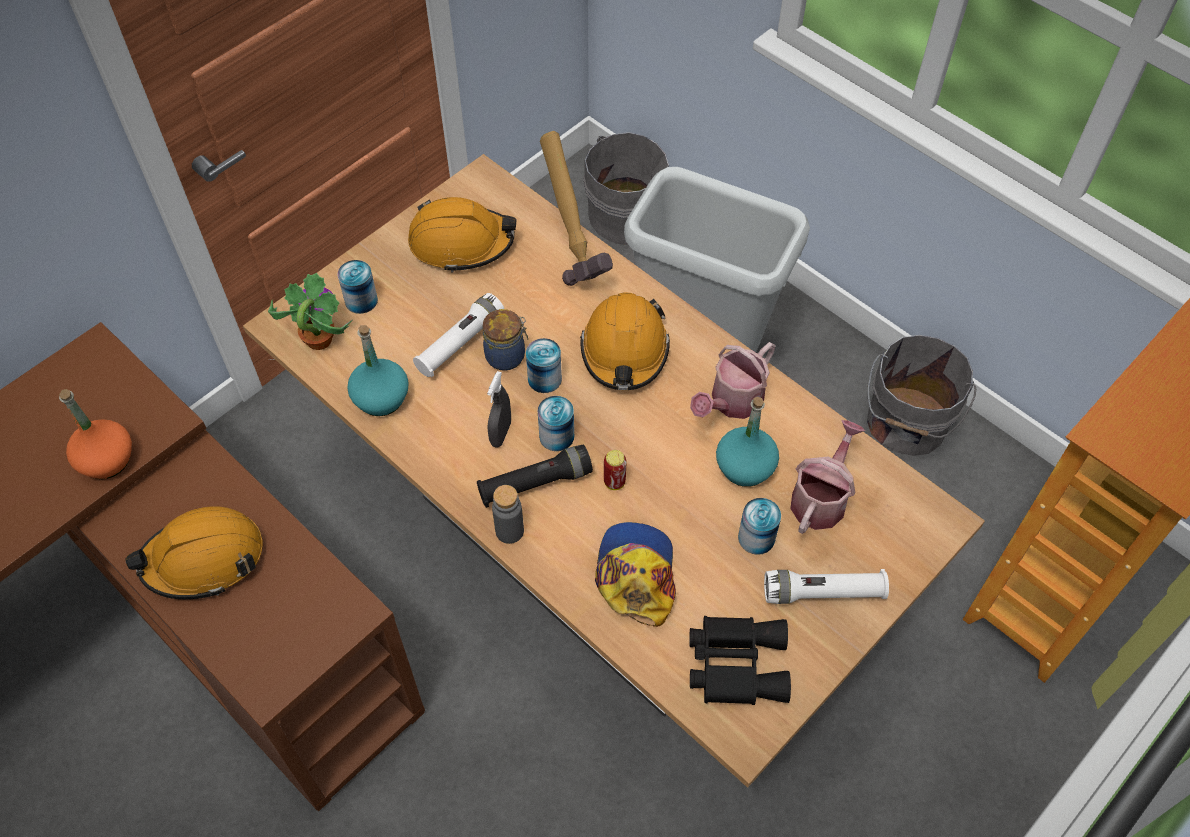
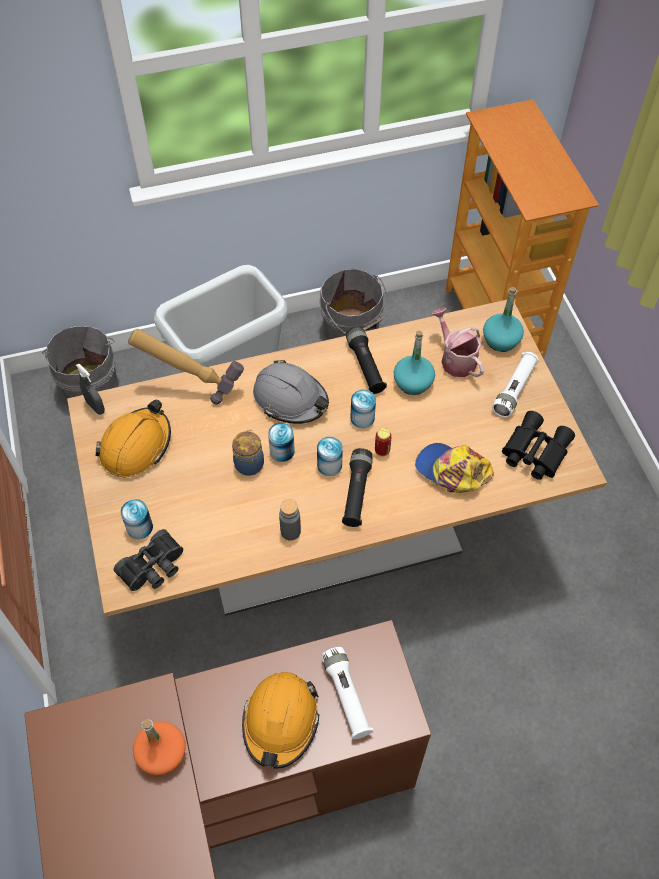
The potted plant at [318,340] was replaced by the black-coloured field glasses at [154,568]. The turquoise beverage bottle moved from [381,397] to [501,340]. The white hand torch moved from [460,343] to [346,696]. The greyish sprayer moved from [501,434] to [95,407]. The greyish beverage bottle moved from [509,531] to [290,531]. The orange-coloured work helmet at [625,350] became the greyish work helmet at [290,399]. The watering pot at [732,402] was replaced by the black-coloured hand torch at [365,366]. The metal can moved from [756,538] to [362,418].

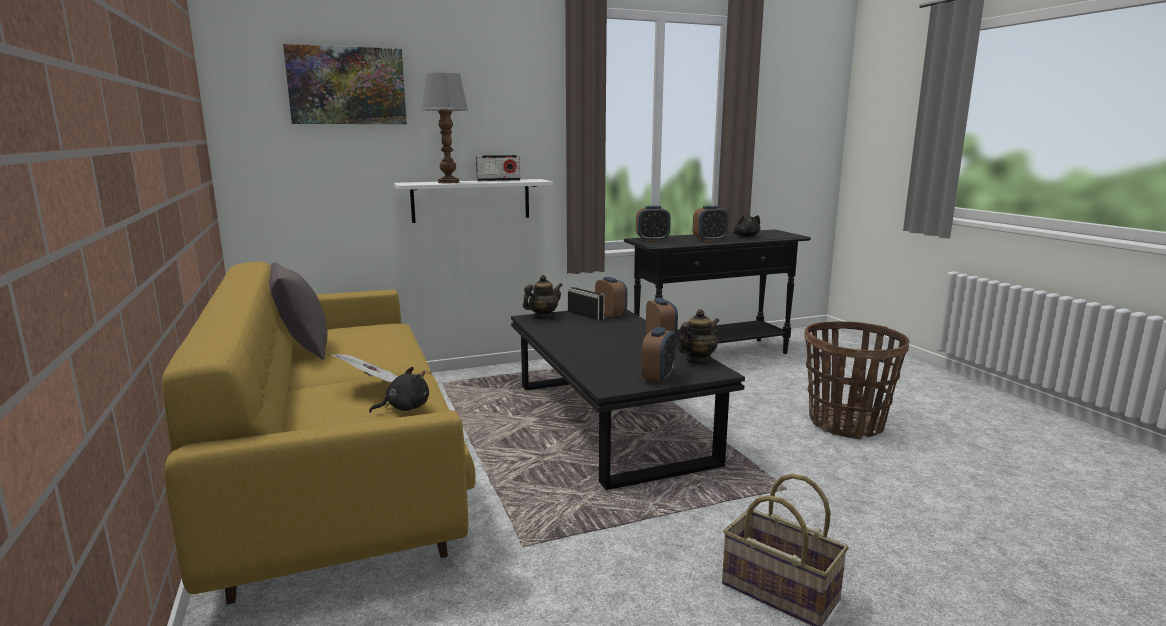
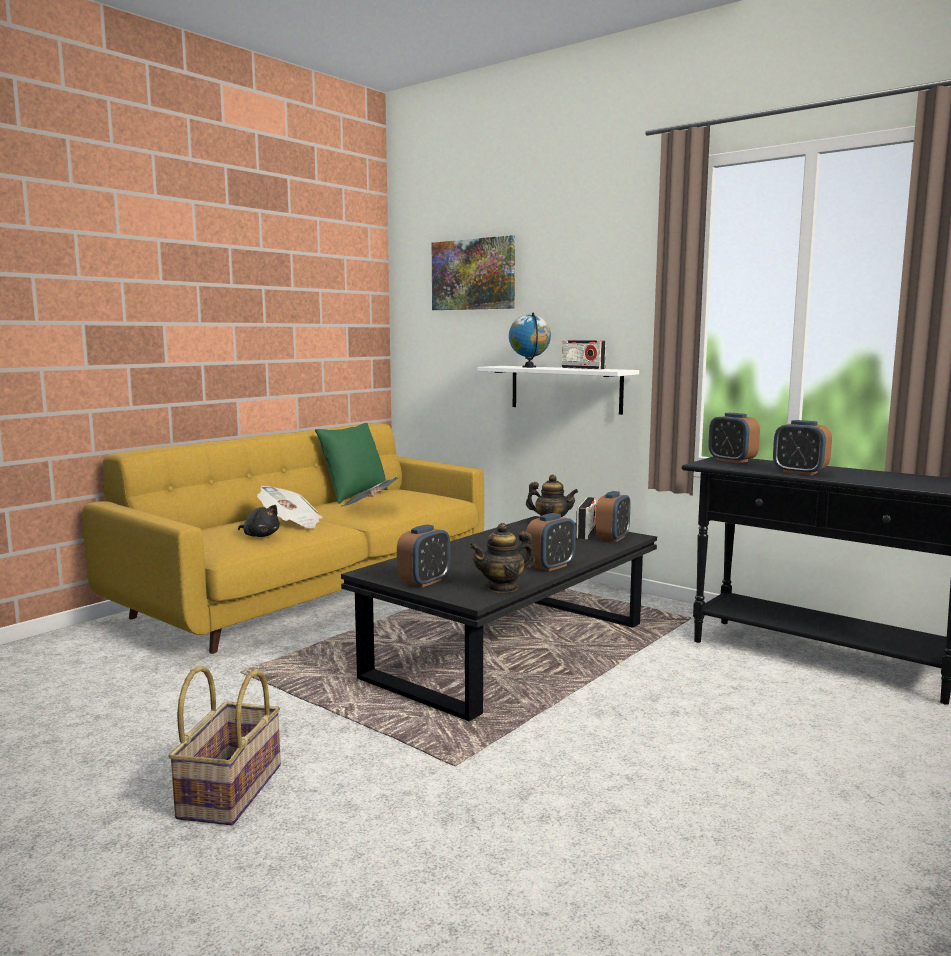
The greyish pillow at [302,349] became the green-coloured pillow at [353,496]. The table lamp at [448,182] was replaced by the desk globe at [529,367]. The bedside clock at [658,377] turned 45 degrees counterclockwise. The pot for tea at [697,360] turned 135 degrees clockwise. The black-coloured soft toy at [746,236] disappeared. The storage basket at [846,424] disappeared. The daily paper at [369,507] appeared.

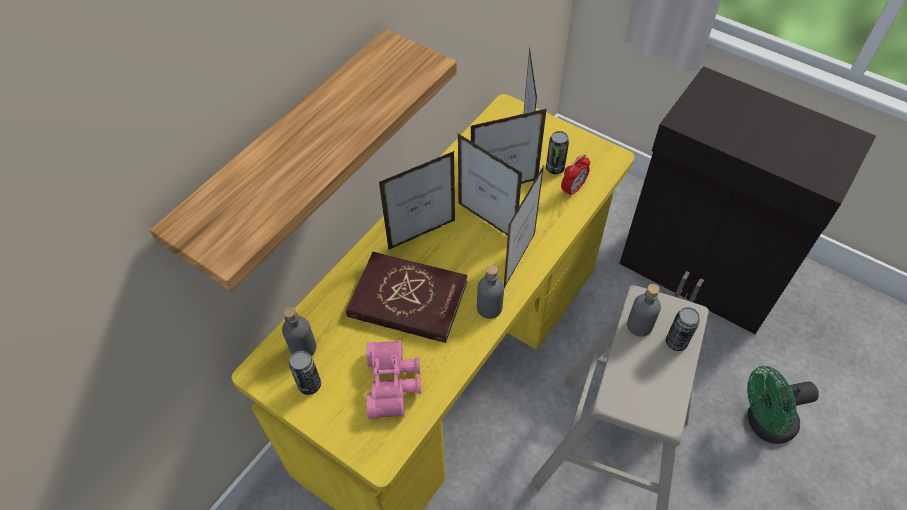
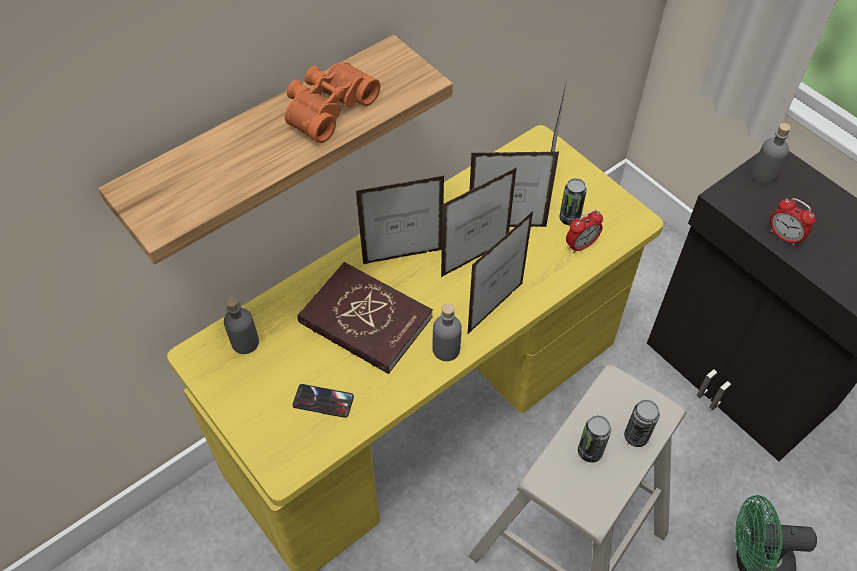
The metal can moved from [309,385] to [590,451]. The pinkish field glasses at [394,383] was replaced by the phone at [323,401]. The picture frame at [486,222] turned 90 degrees counterclockwise. The greyish beverage bottle moved from [639,325] to [763,175]. The orange-coloured field glasses at [327,108] appeared. The bedside clock at [784,236] appeared.

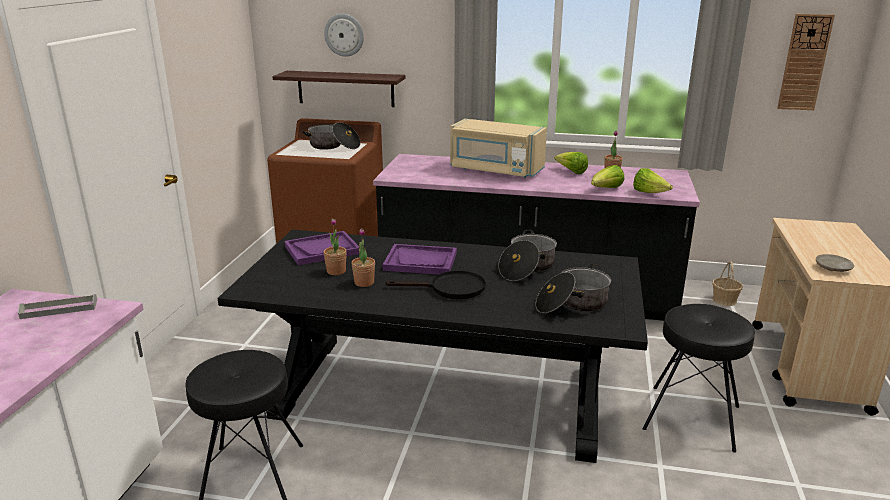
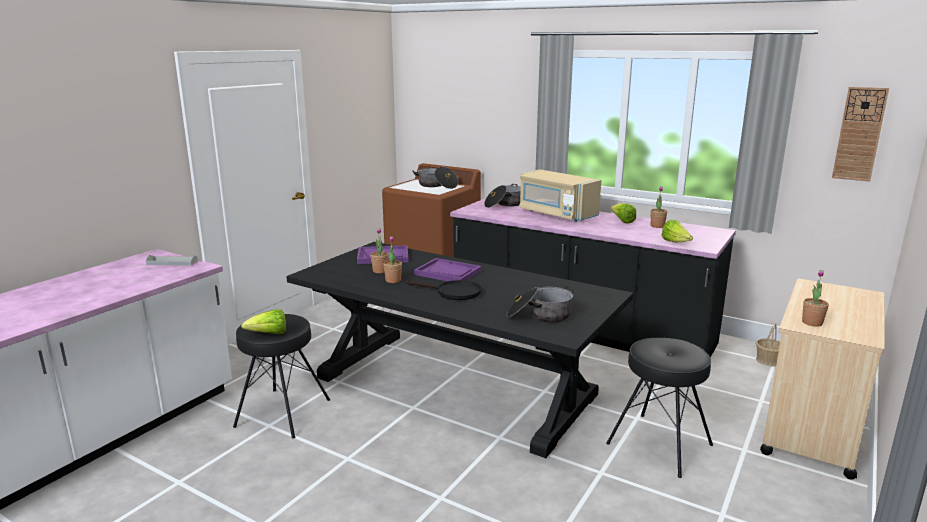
The wall shelf at [345,88] disappeared. The wall clock at [344,35] disappeared. The saucepot moved from [527,268] to [504,204]. The head of lettuce moved from [606,189] to [269,334]. The sand-coloured dinner plate at [833,268] was replaced by the potted plant at [812,323].

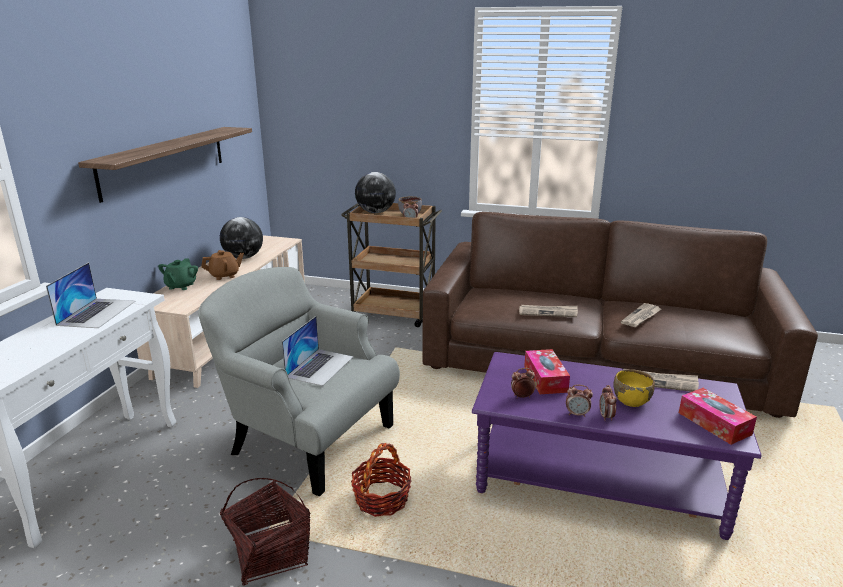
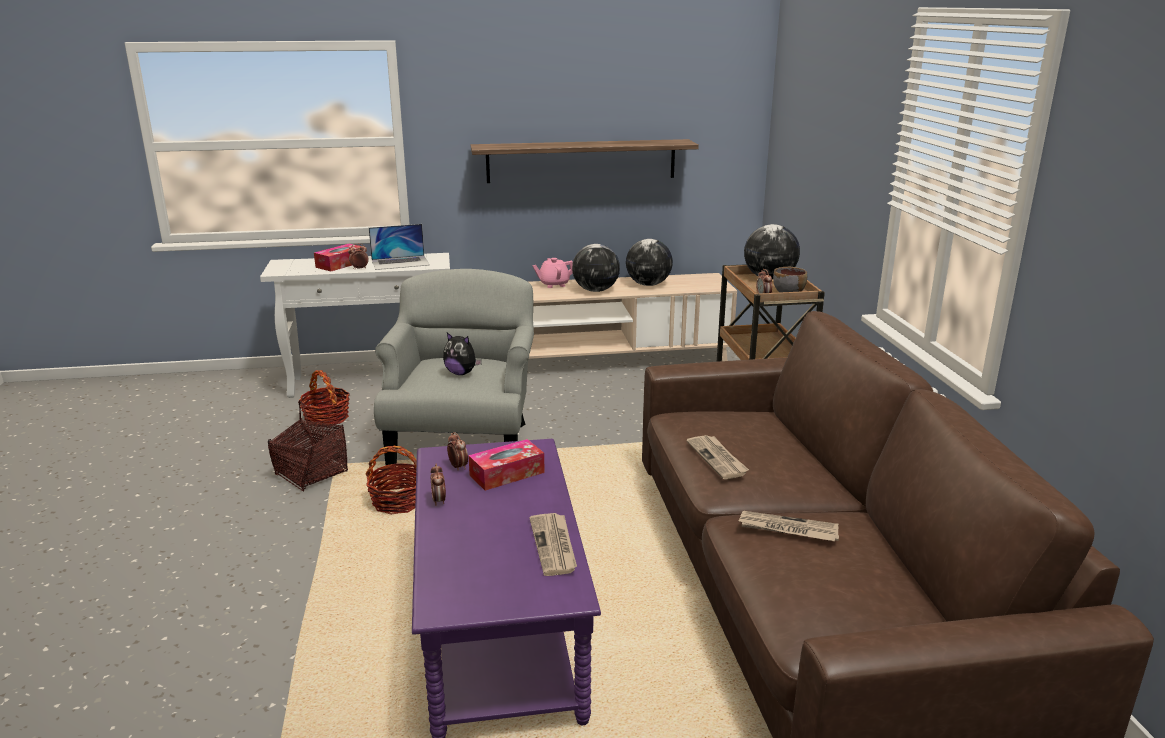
The green-coloured pot for tea at [181,286] became the pinkish pot for tea at [554,284]. The brown pot for tea at [224,275] was replaced by the desk globe at [595,290]. The laptop at [320,366] was replaced by the soft toy at [461,373]. The bedside clock moved from [606,417] to [359,268]. The yellow-coloured deep dish at [631,401] disappeared. The tissue box moved from [714,423] to [340,264]. The storage basket at [326,418] appeared.

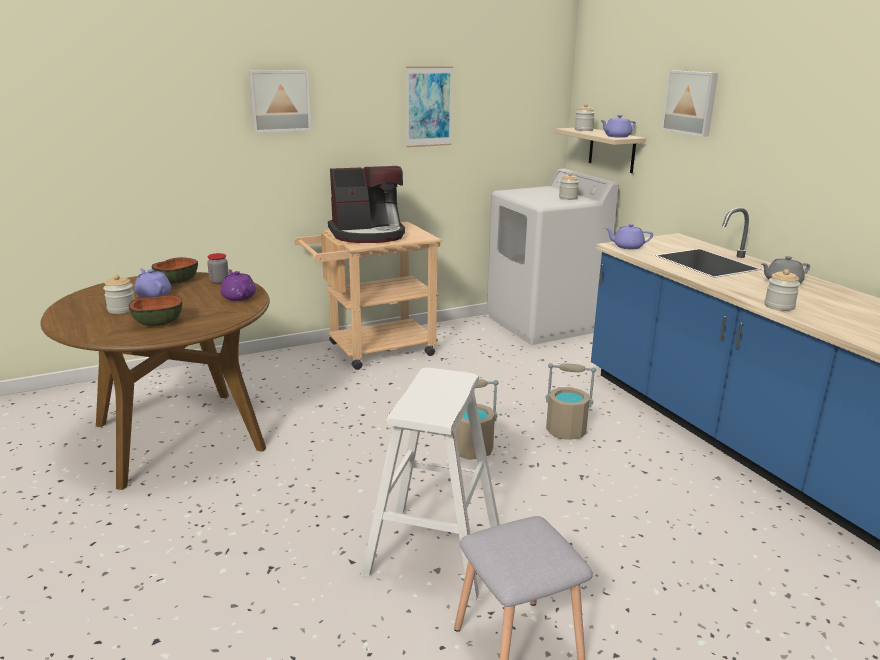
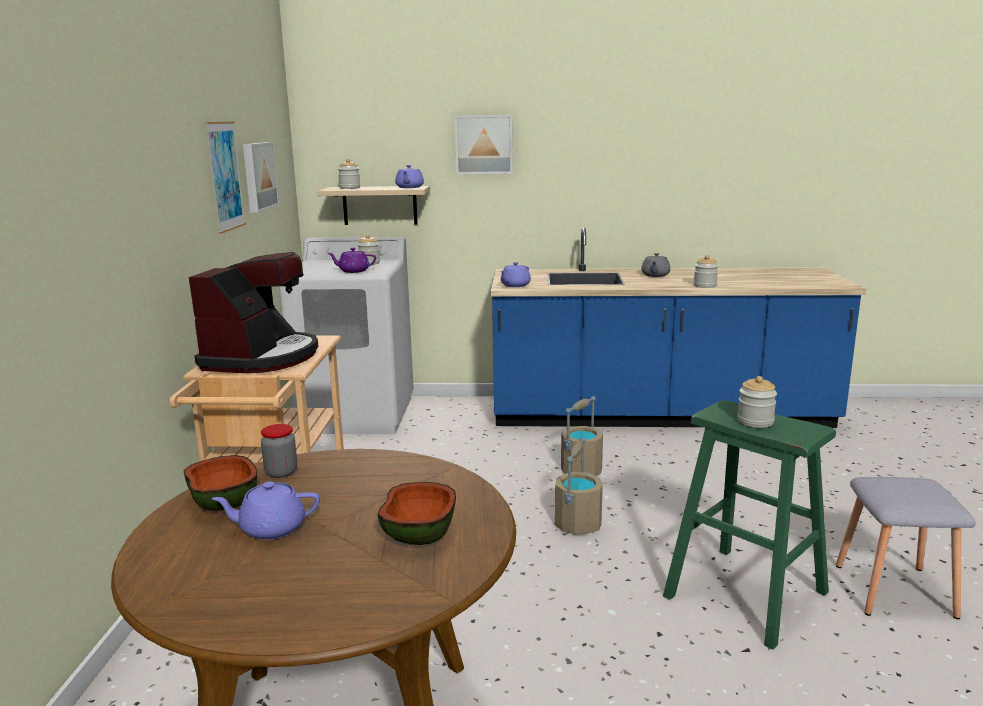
The preserve jar moved from [121,309] to [755,421]. The purple-coloured pot for tea moved from [238,297] to [353,271]. The picture moved from [279,101] to [258,176]. The white stool at [433,550] became the green-coloured stool at [745,594].

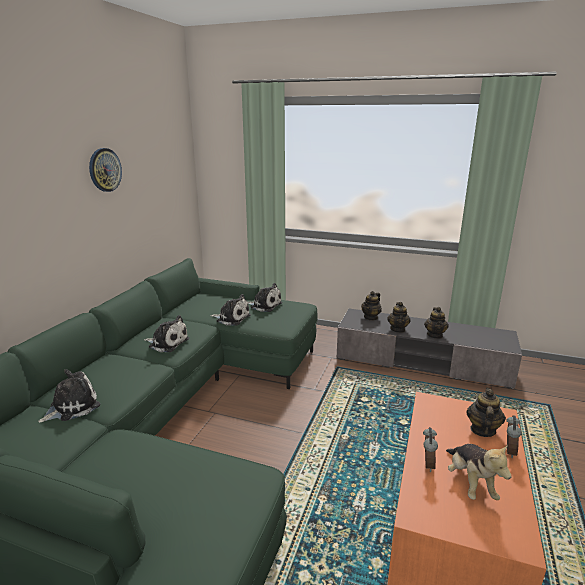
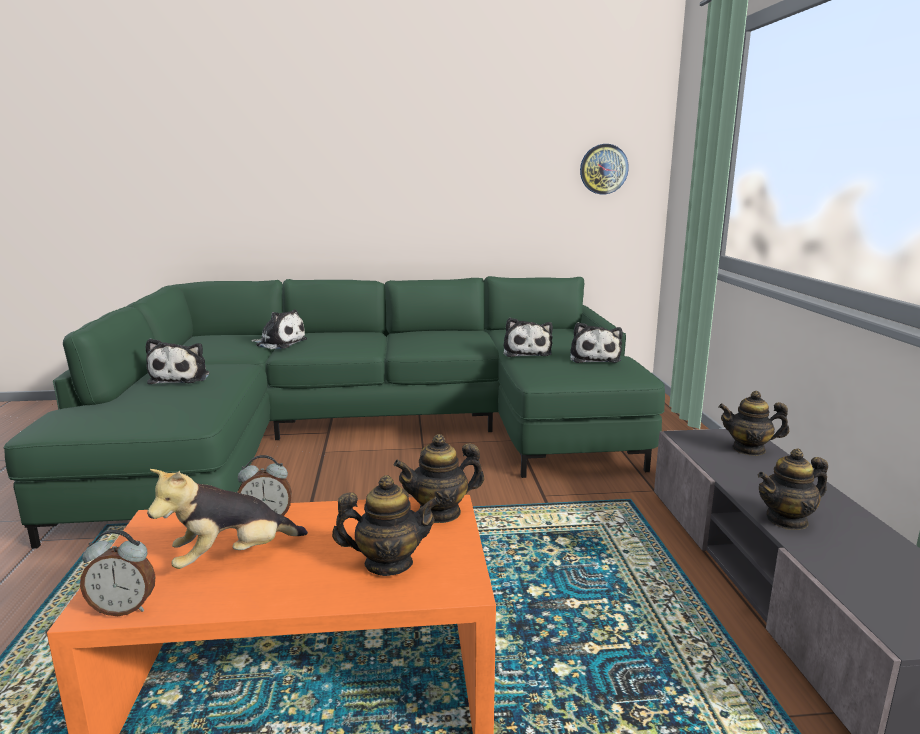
The wall clock moved from [105,170] to [603,169]. The soft toy moved from [167,343] to [181,378]. The pot for tea moved from [398,329] to [440,512]. The bedside clock moved from [508,451] to [124,608].

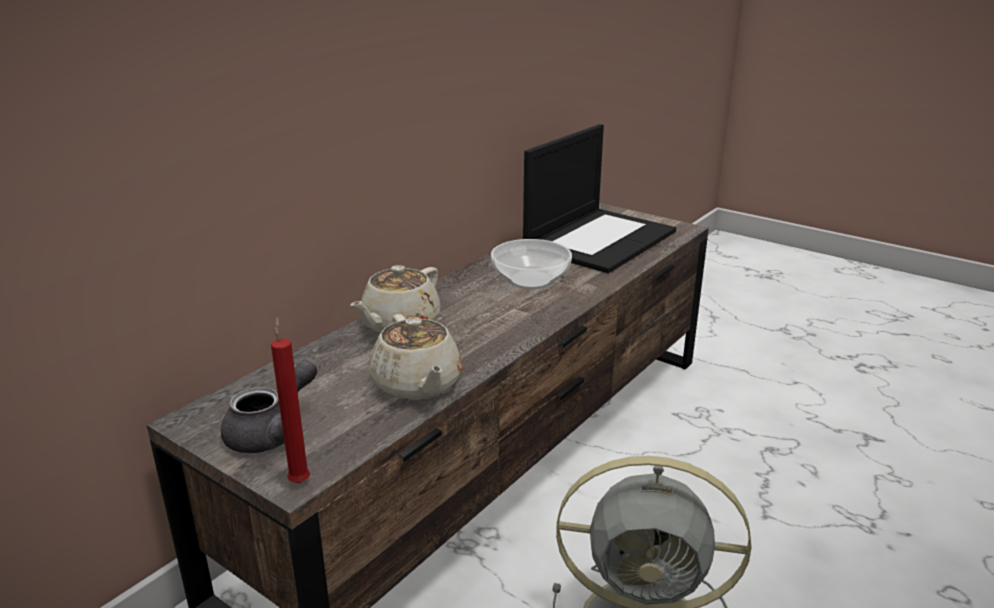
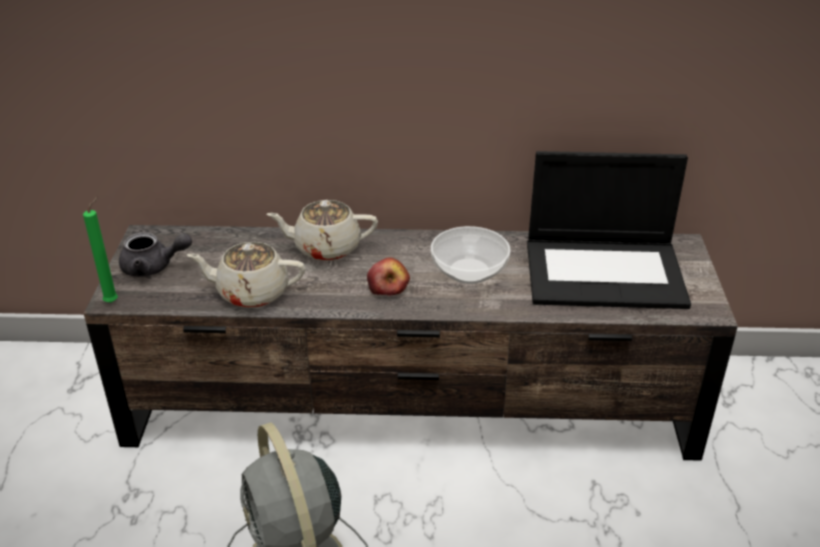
The red-coloured candle at [299,480] became the green-coloured candle at [113,301]. The sand-coloured pot for tea at [417,385] turned 60 degrees clockwise. The whole apple at [388,287] appeared.

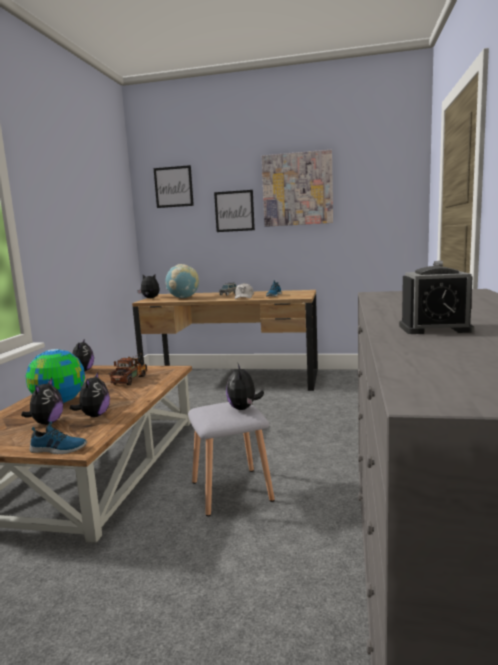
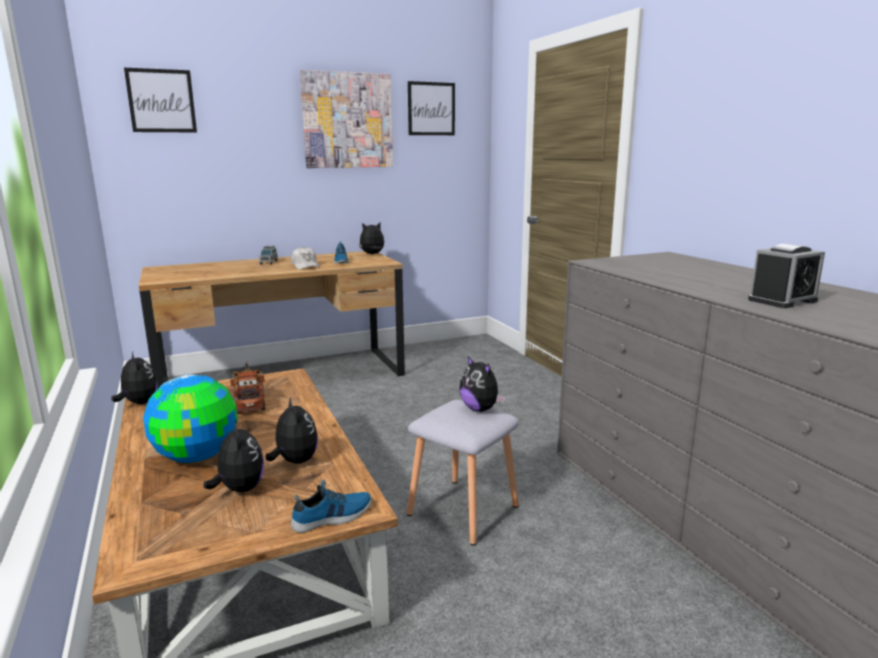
The soft toy moved from [150,298] to [372,254]. The desk globe at [183,298] disappeared. The picture moved from [234,211] to [431,109].

